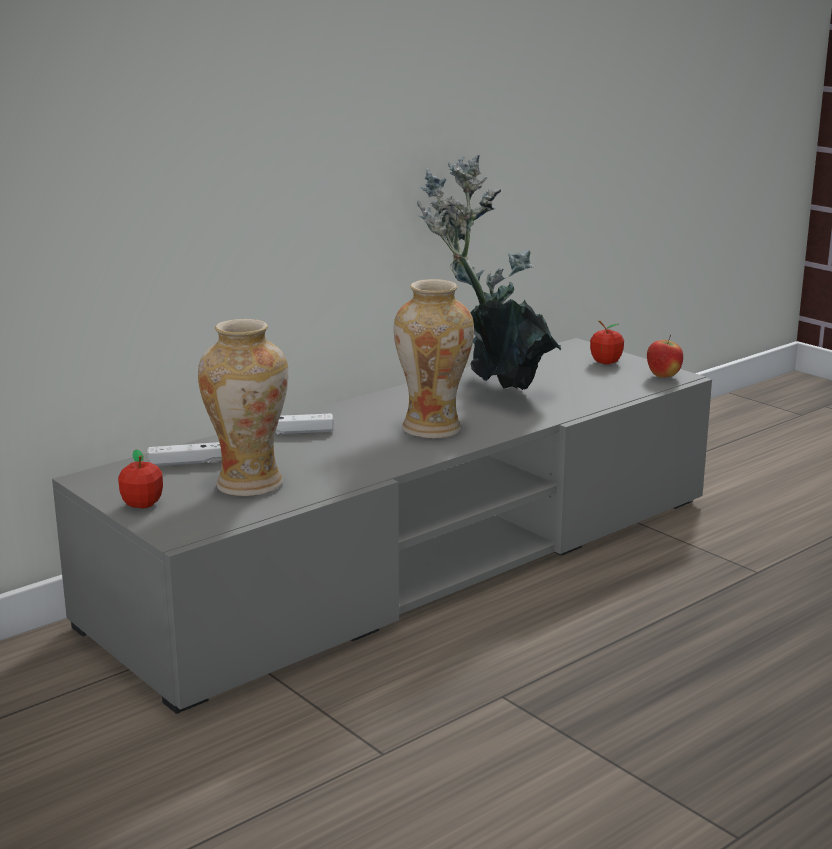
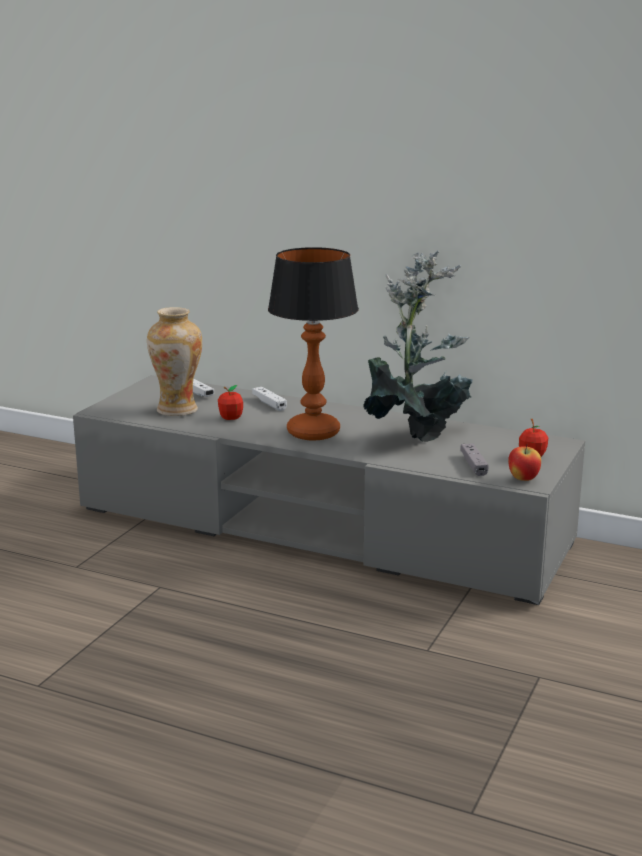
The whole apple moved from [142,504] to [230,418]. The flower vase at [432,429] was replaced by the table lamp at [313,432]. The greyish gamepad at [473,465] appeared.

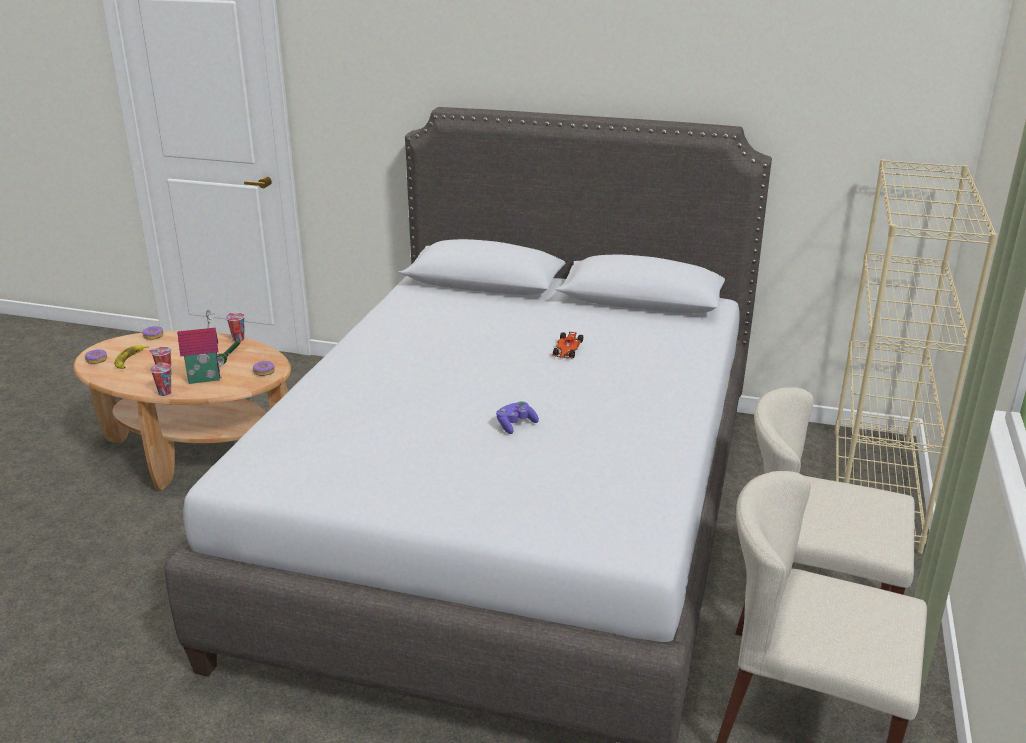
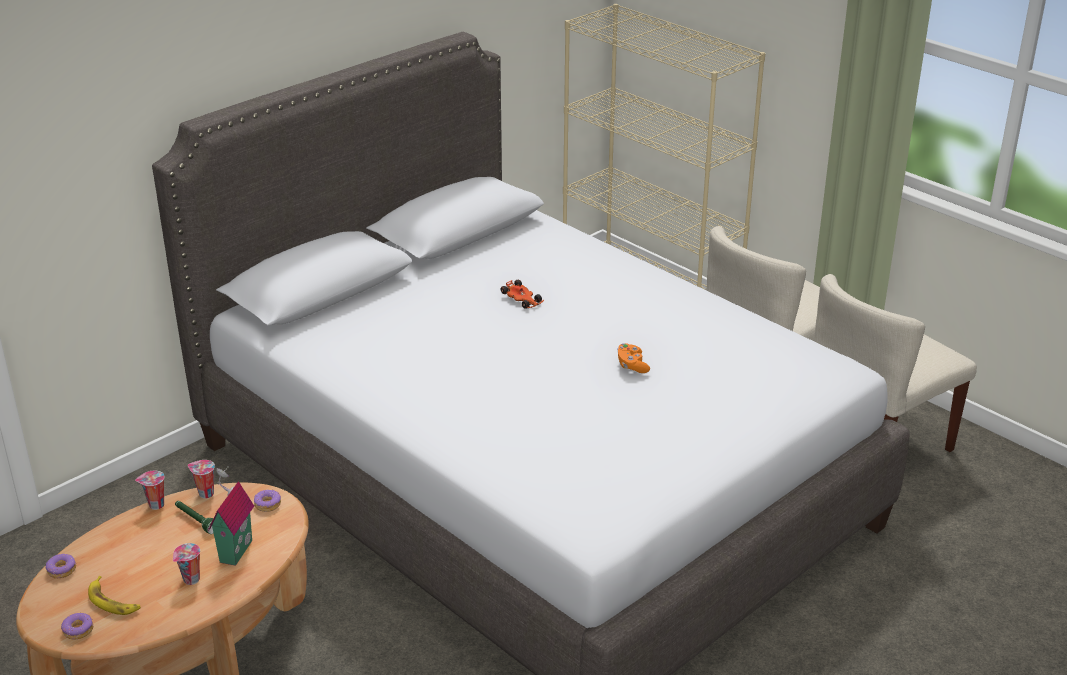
The cup moved from [164,392] to [205,494]. The purple-coloured gamepad at [515,425] became the orange-coloured gamepad at [632,365].

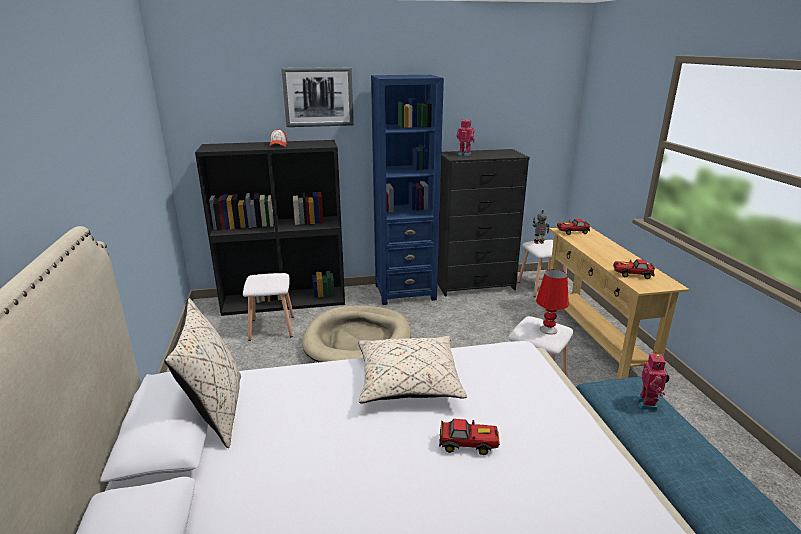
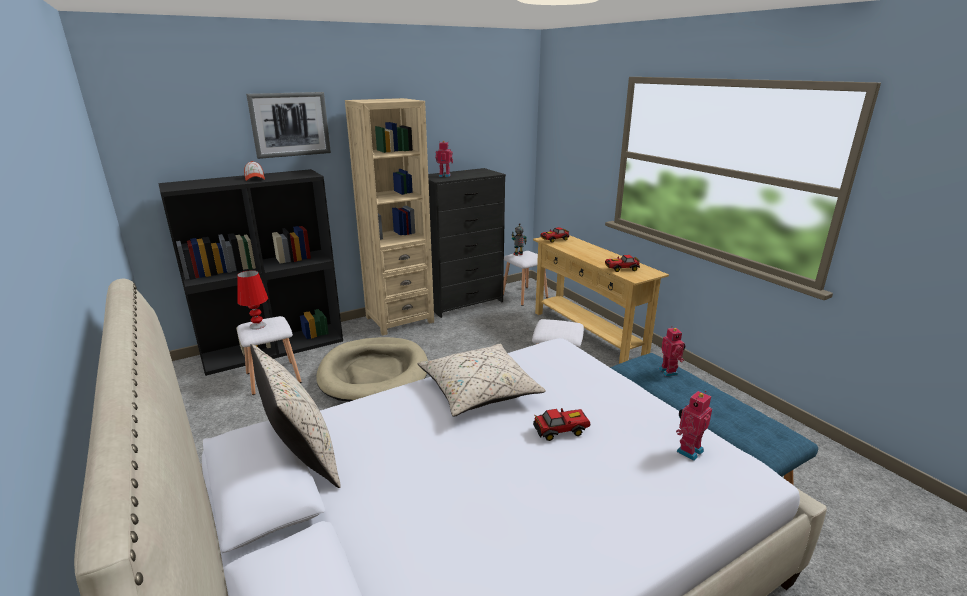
The blue-coloured bookcase at [405,292] became the sand-coloured bookcase at [399,319]. The red-coloured table lamp moved from [548,330] to [257,325]. The robot figure at [688,450] appeared.

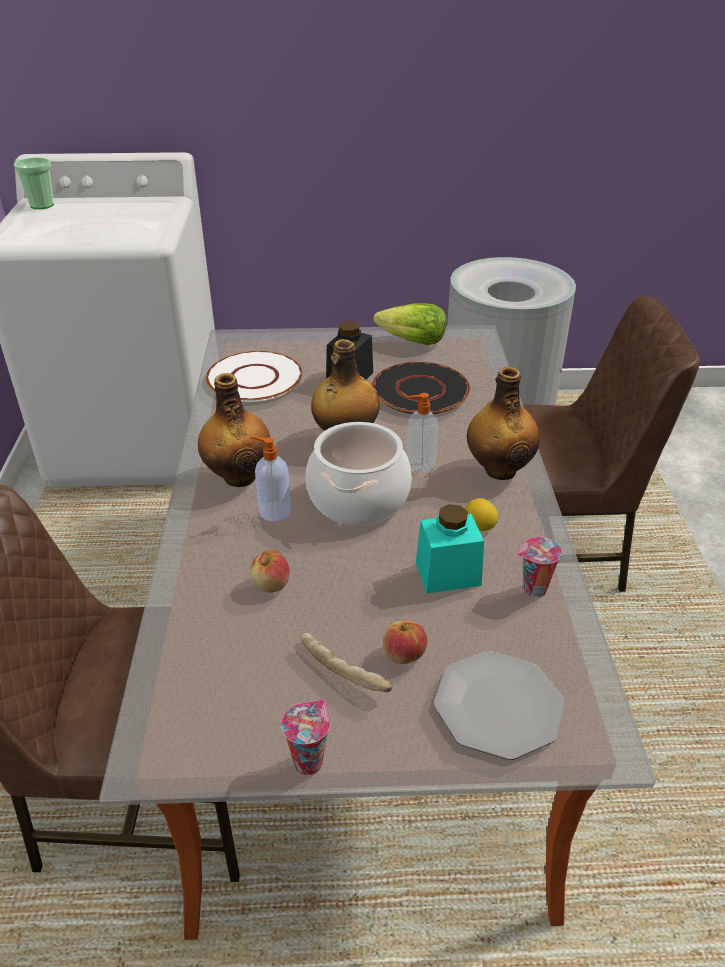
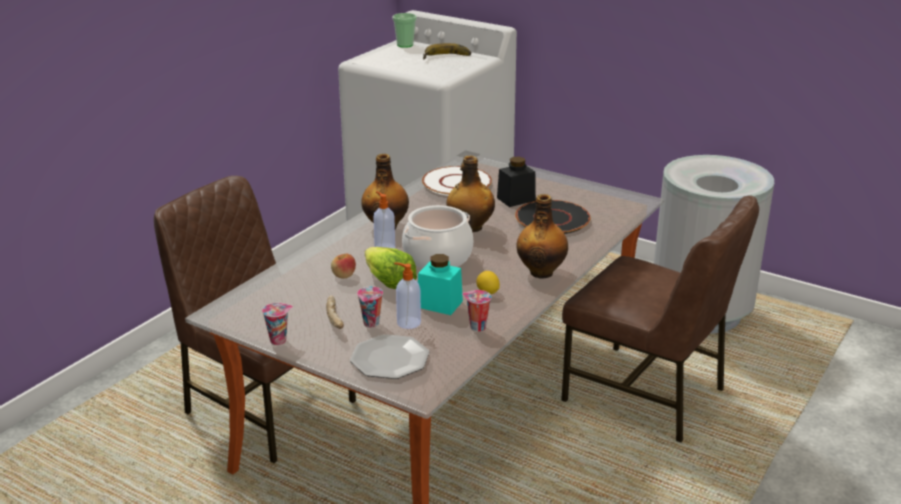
The head of lettuce moved from [412,341] to [388,282]. The whole apple at [403,654] was replaced by the cup at [371,324]. The liquid soap bottle moved from [419,464] to [408,322]. The banana fruit at [447,57] appeared.

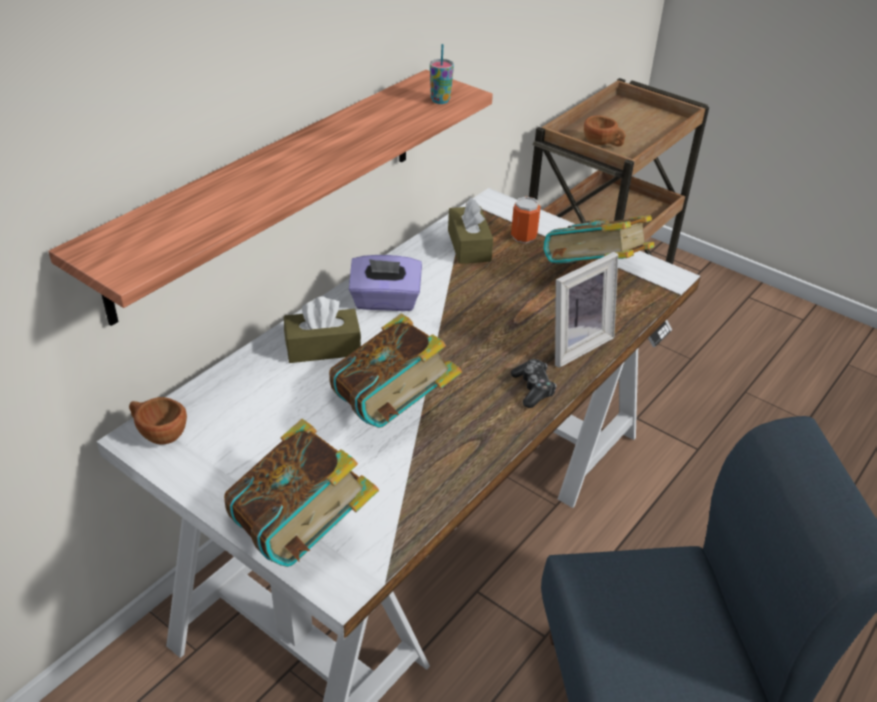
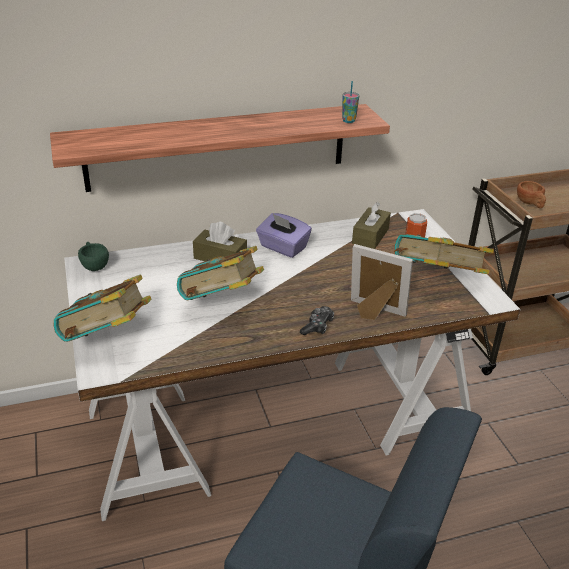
The brown cup at [158,433] became the green-coloured cup at [94,265]. The picture frame at [574,344] turned 150 degrees counterclockwise.

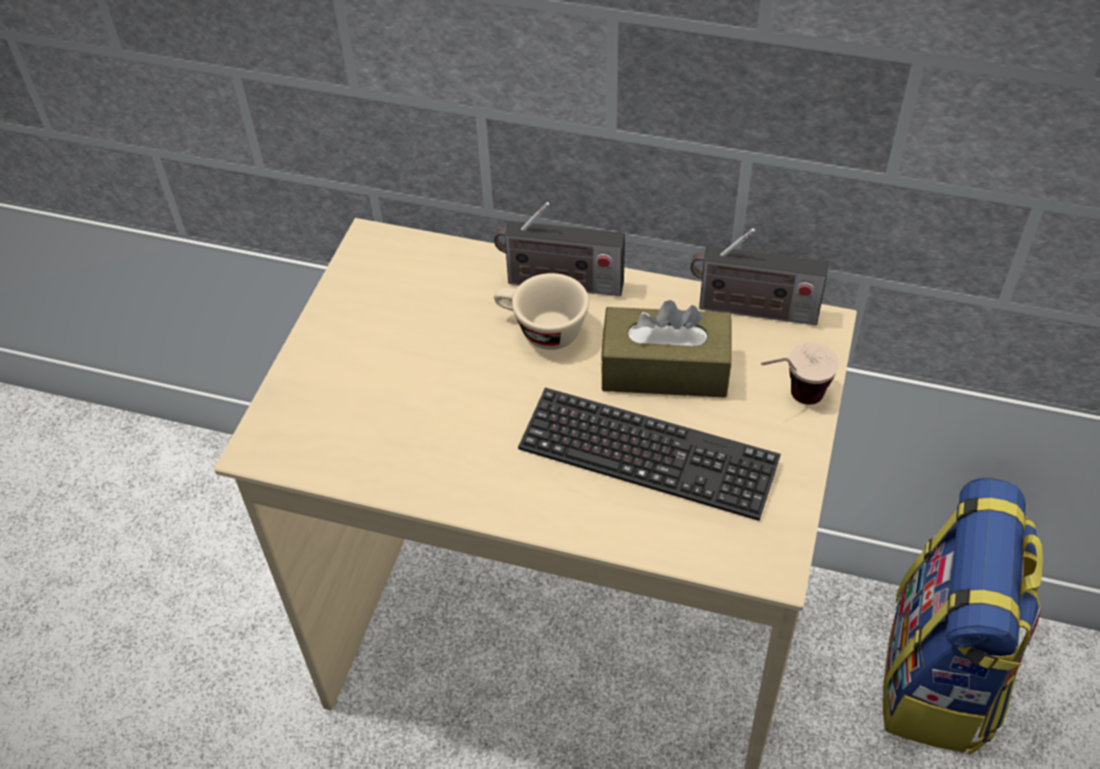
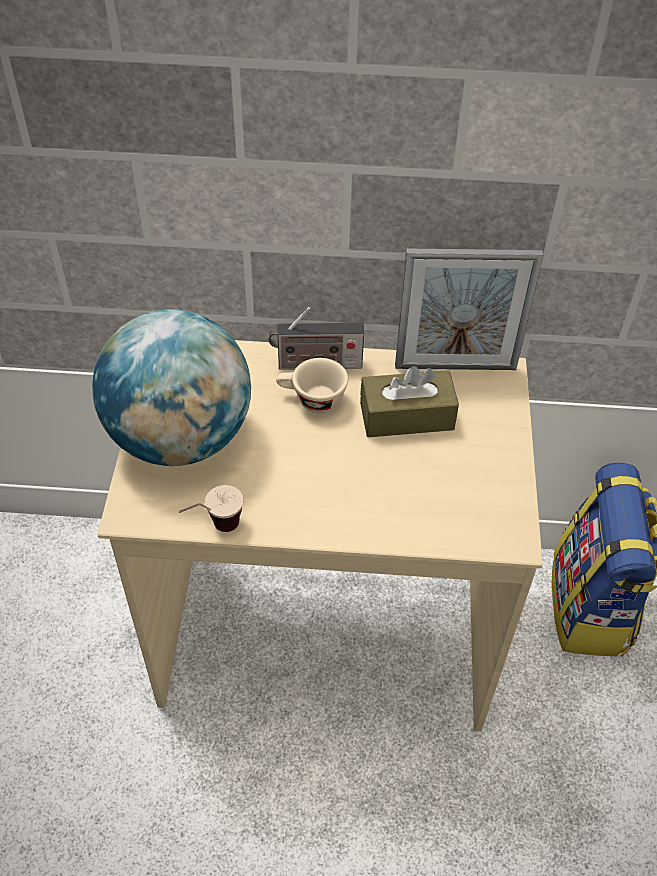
The computer keyboard at [647,456] disappeared. The radio set at [752,310] was replaced by the picture frame at [455,367]. The cup moved from [790,400] to [214,530]. The desk globe at [180,438] appeared.

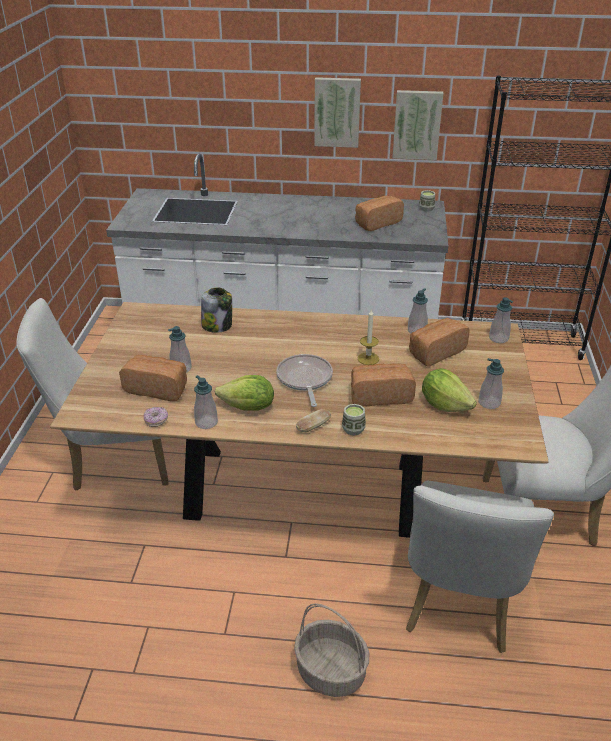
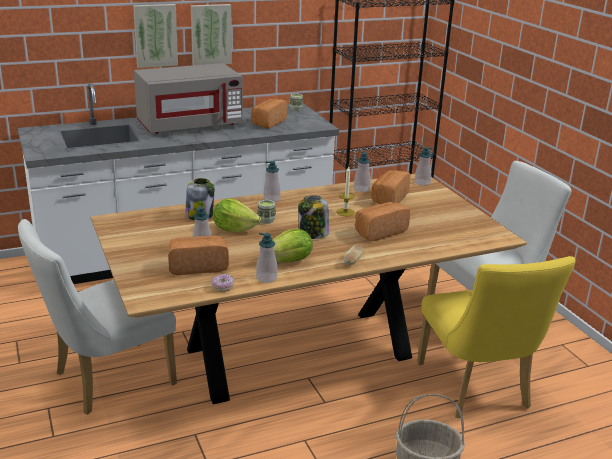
The pan at [304,379] was replaced by the preserve jar at [312,234]. The cup moved from [353,429] to [266,220]. The picture moved from [417,124] to [155,35]. The white chair at [458,606] became the yellow-coloured chair at [477,390]. The head of lettuce moved from [444,404] to [234,229]. The liquid soap bottle moved from [489,403] to [271,199]. The greyish kitchen microwave at [190,125] appeared.

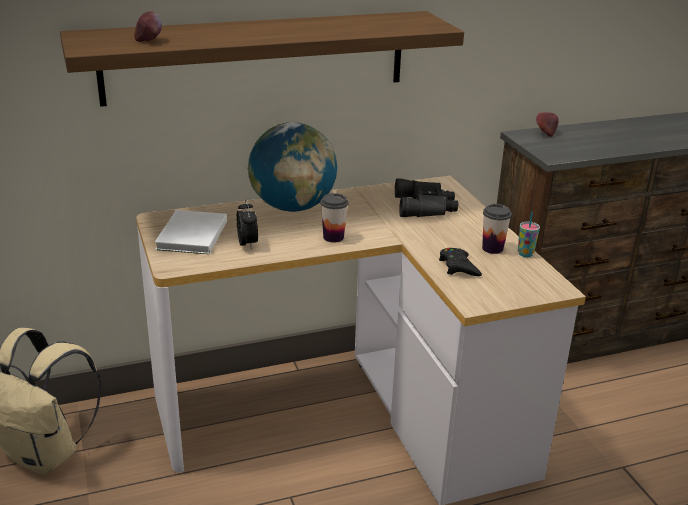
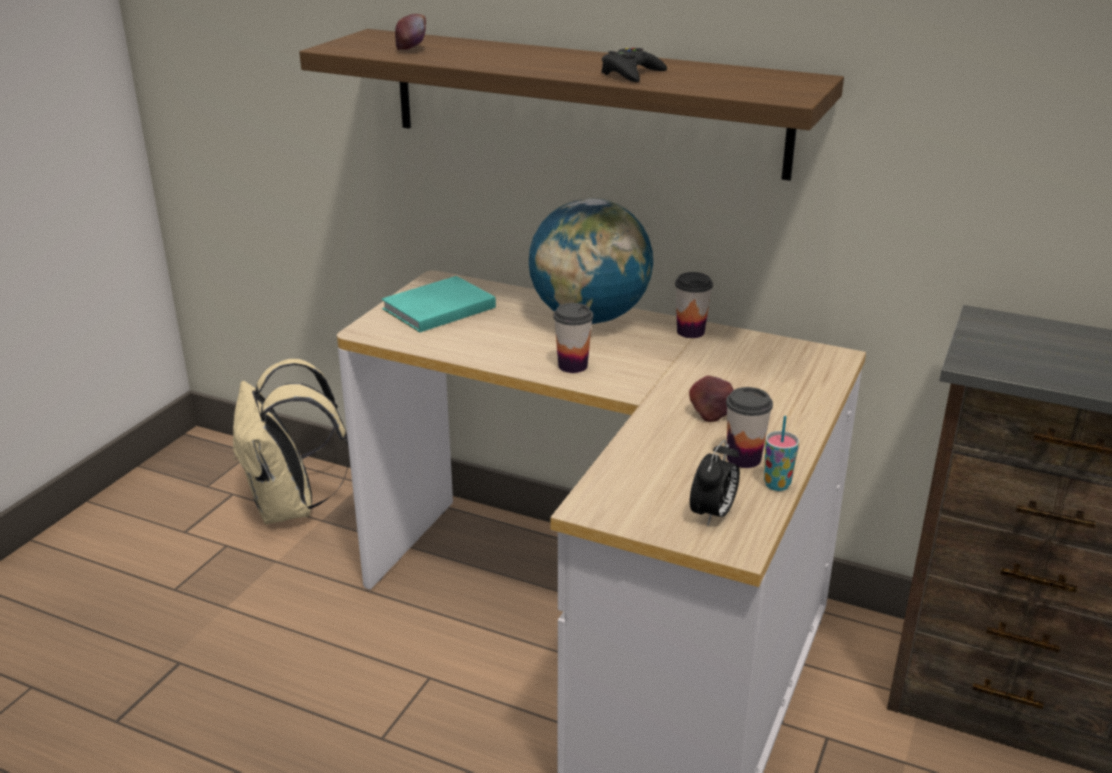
The white book at [190,236] became the turquoise book at [436,308]. The bedside clock moved from [247,244] to [713,514]. The black-coloured field glasses at [426,206] disappeared. The black-coloured gamepad moved from [458,267] to [631,73]. The whole apple moved from [545,133] to [712,414]. The cup at [690,332] appeared.

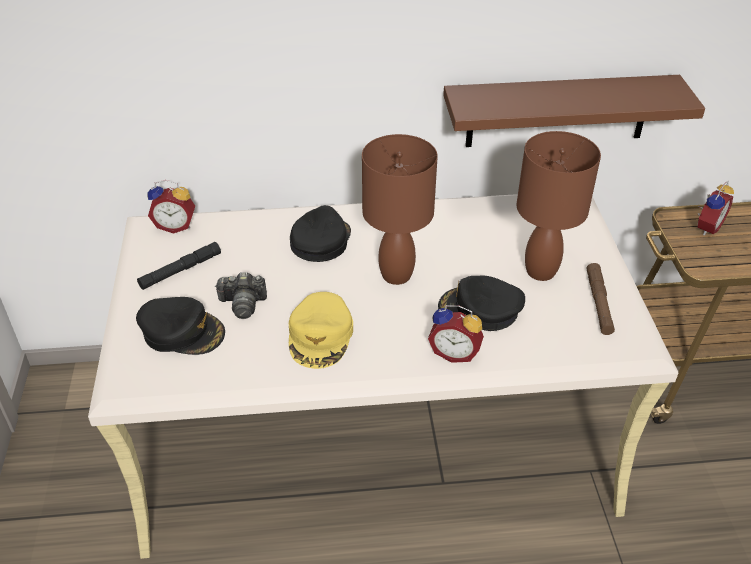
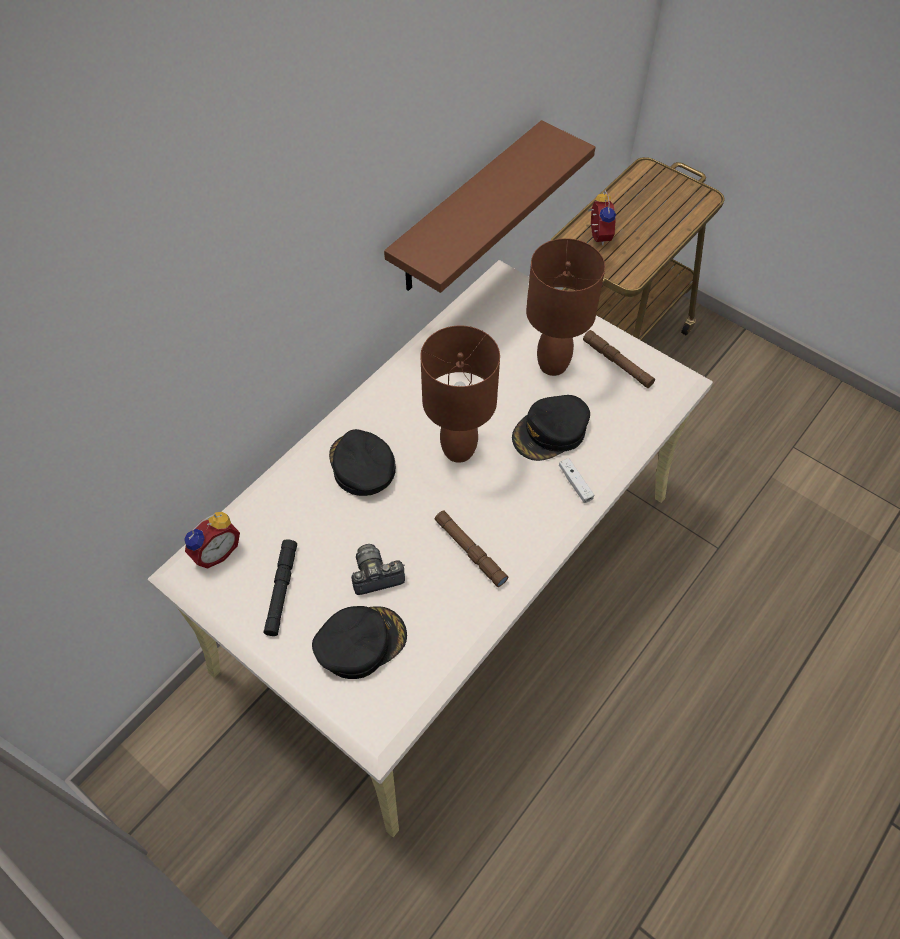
The still camera at [243,304] turned 150 degrees counterclockwise. The yellow-coloured baseball cap at [321,336] was replaced by the brown hand torch at [470,551]. The bedside clock at [455,352] was replaced by the white gamepad at [575,483].

